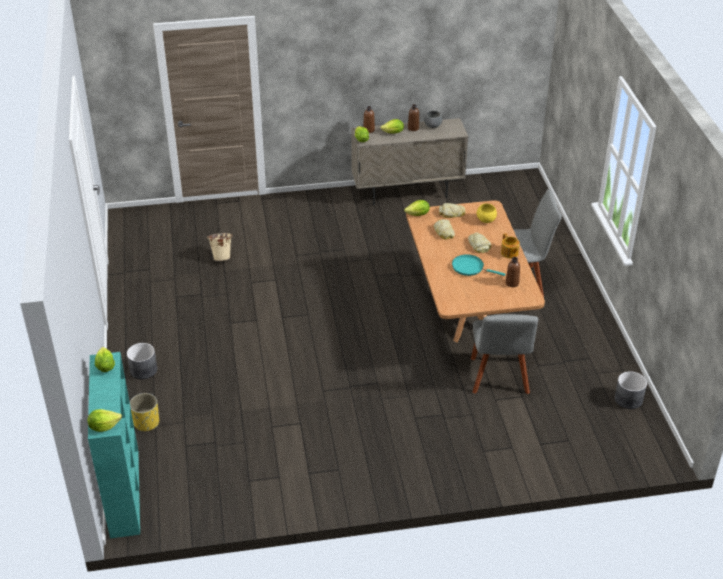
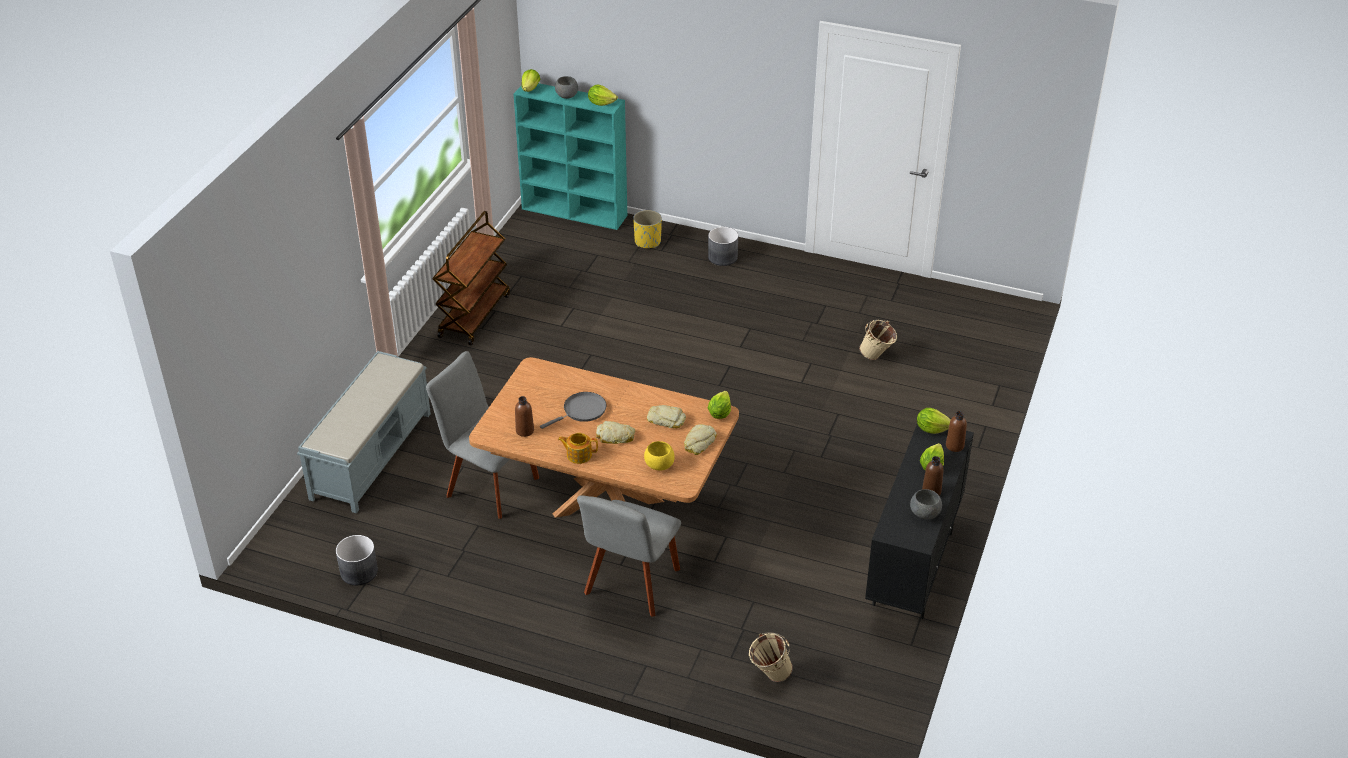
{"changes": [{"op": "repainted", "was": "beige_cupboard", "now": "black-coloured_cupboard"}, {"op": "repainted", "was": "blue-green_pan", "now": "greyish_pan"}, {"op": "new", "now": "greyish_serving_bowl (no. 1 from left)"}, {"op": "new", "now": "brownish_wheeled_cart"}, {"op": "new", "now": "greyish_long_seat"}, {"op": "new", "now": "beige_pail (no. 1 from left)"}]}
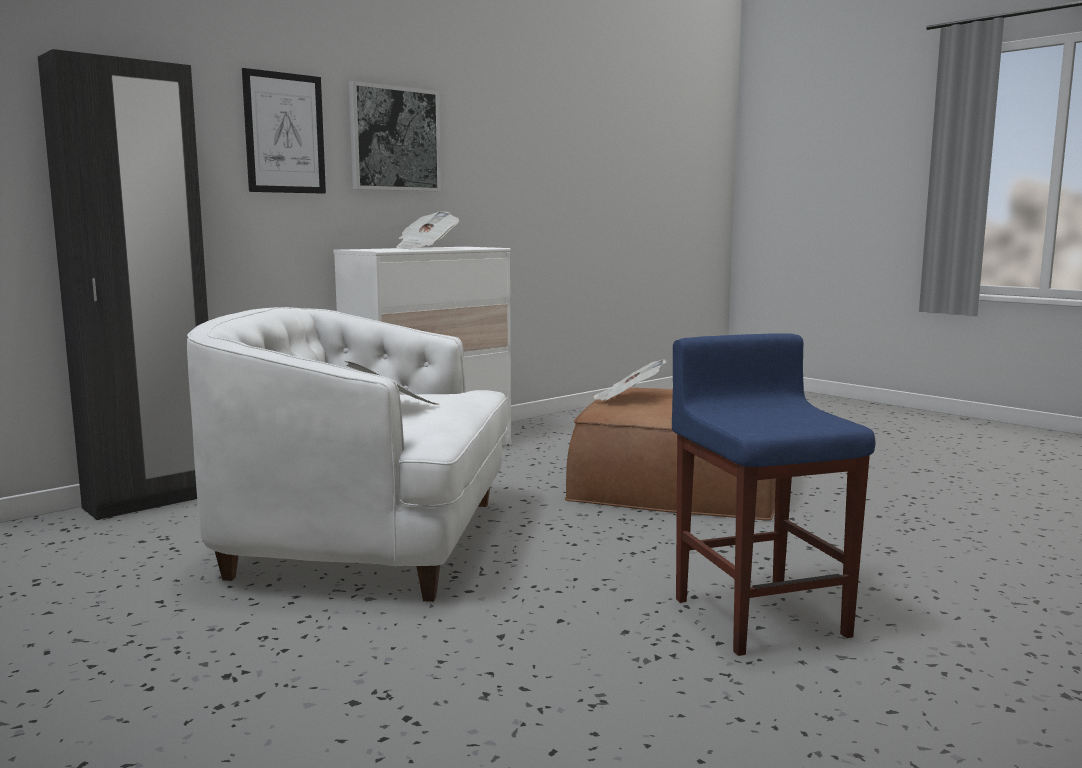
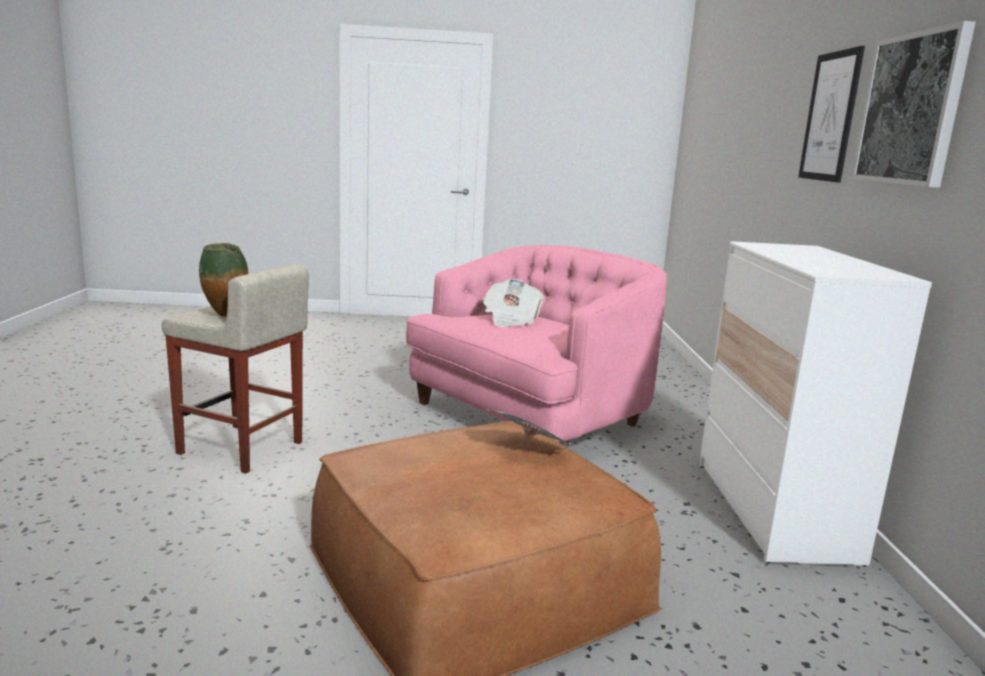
{"changes": [{"op": "gone", "was": "black-coloured_armoire"}, {"op": "gone", "was": "daily_paper (no. 2 from left)"}, {"op": "repainted", "was": "whitish_easy_chair", "now": "pink_easy_chair"}, {"op": "repainted", "was": "blue_stool_seat", "now": "beige_stool_seat"}, {"op": "new", "now": "flower_vase"}]}
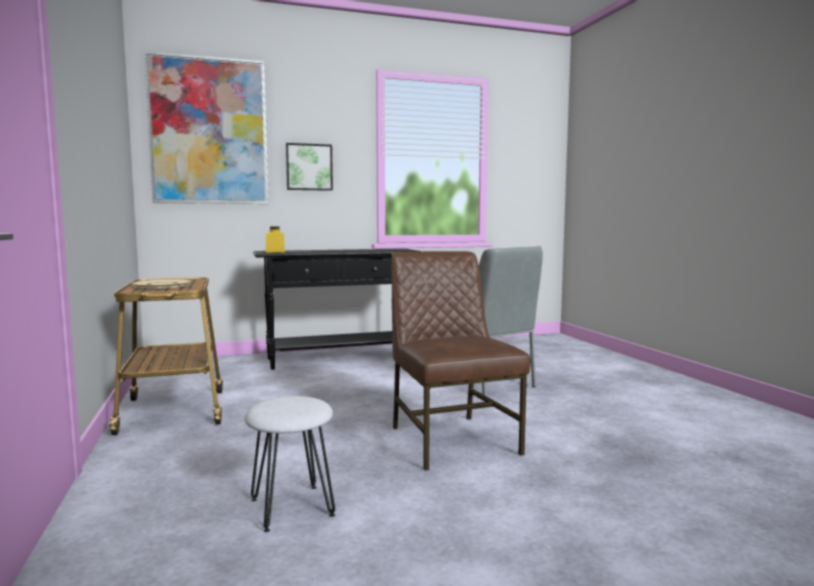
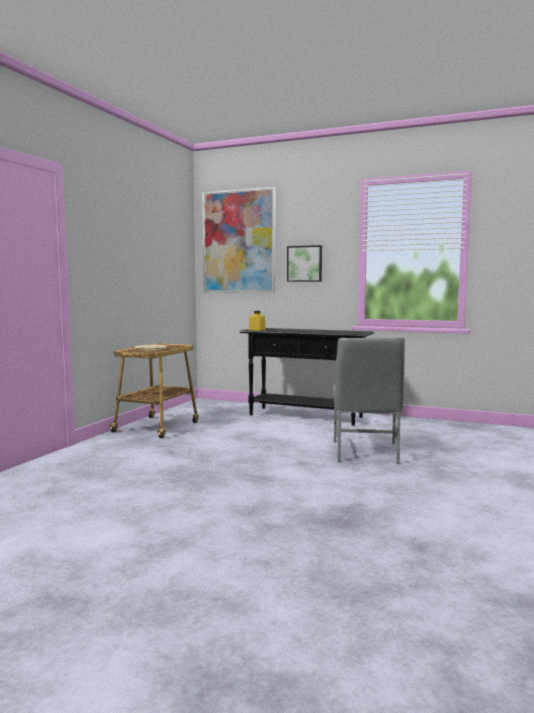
{"changes": [{"op": "gone", "was": "brownish_plain_chair"}, {"op": "gone", "was": "whitish_stool_seat"}]}
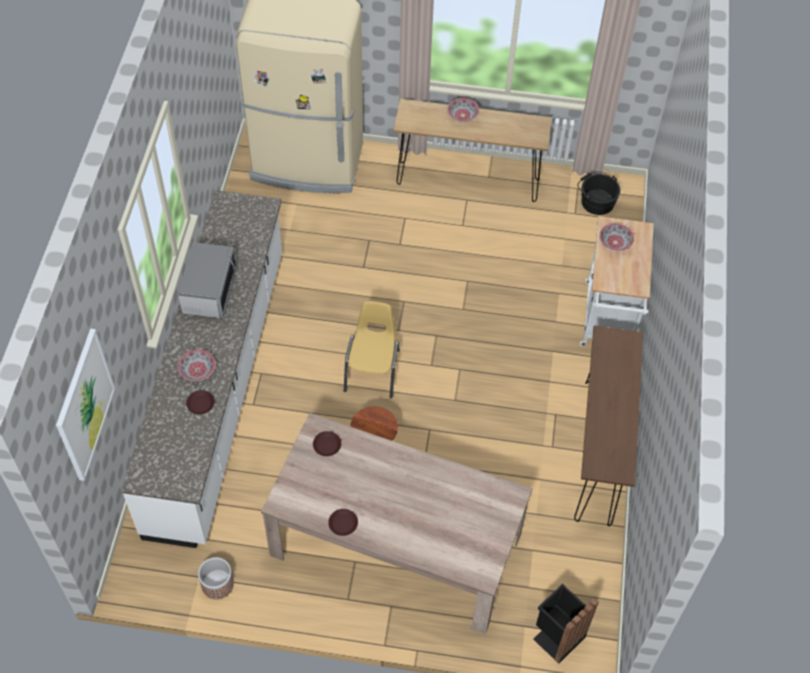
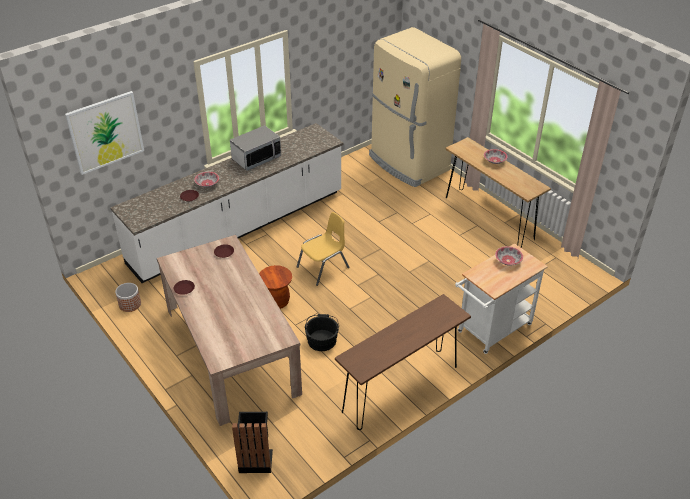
{"changes": [{"op": "shifted", "was": "black-coloured_pail"}]}
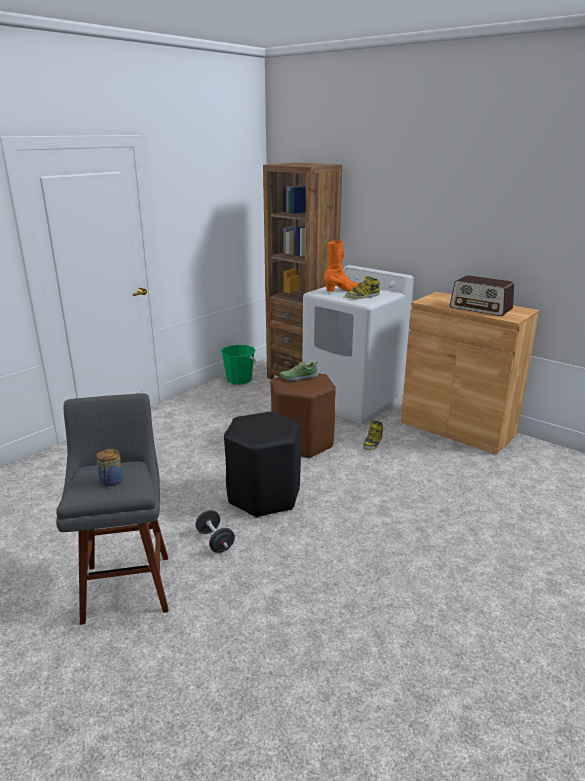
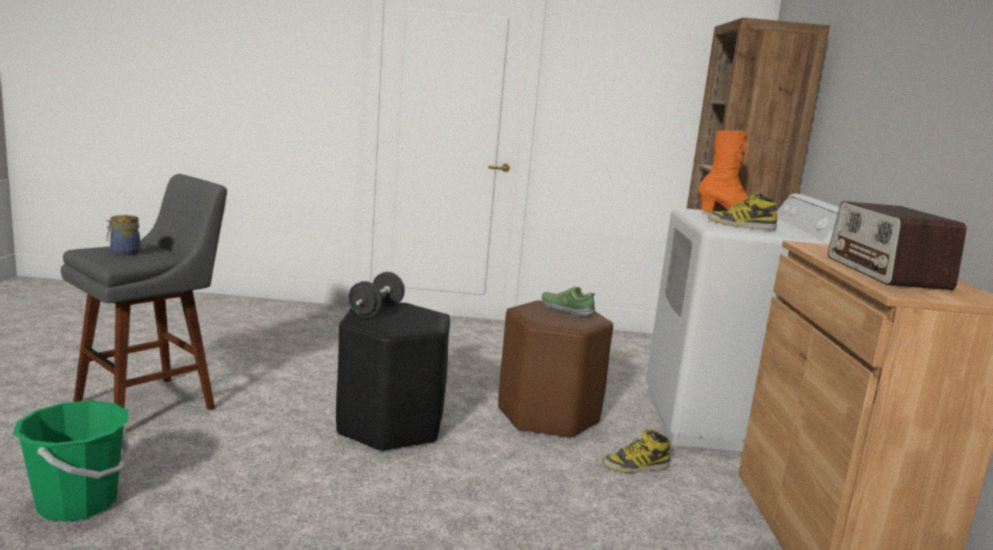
{"changes": [{"op": "shifted", "was": "green-coloured_pail"}, {"op": "shifted", "was": "black-coloured_free_weight"}]}
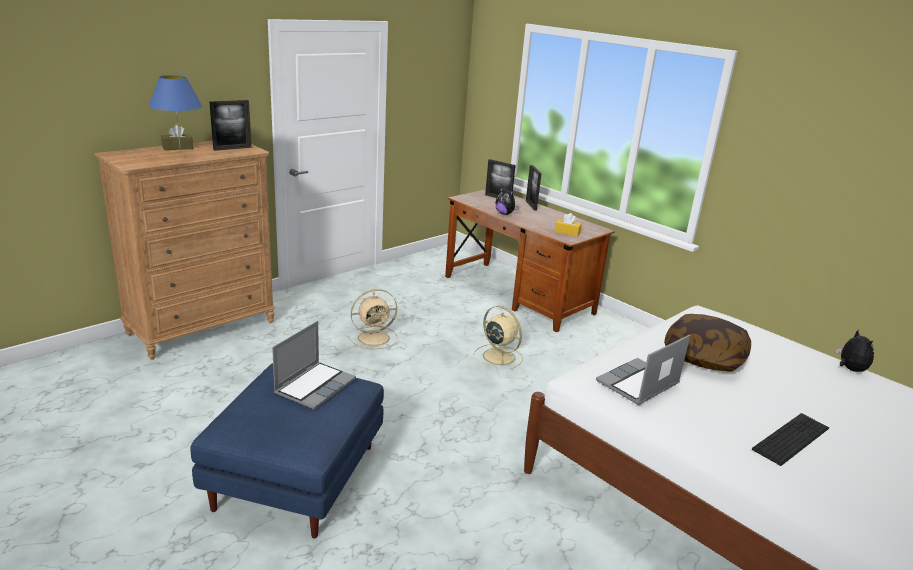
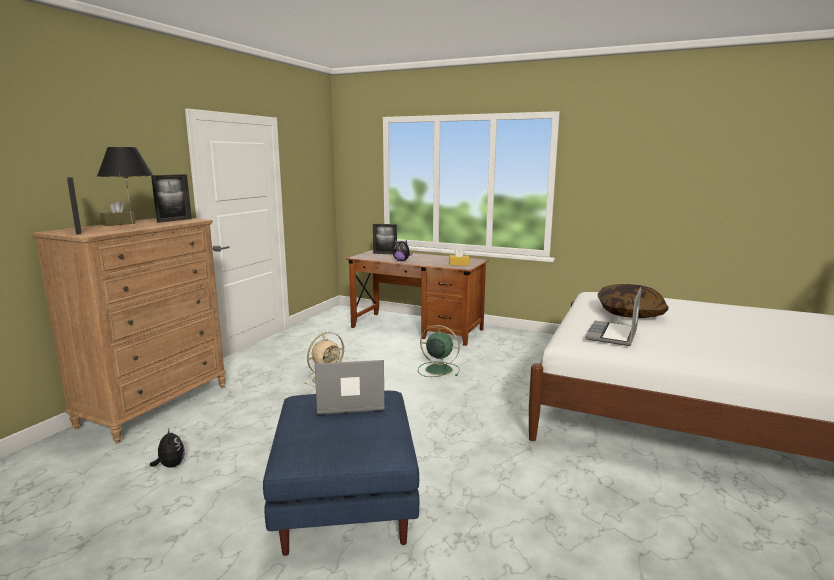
{"changes": [{"op": "repainted", "was": "blue_lamp_for_a_table", "now": "black-coloured_lamp_for_a_table"}, {"op": "shifted", "was": "picture_frame (no. 3 from left in the first image)", "now": "picture_frame (no. 1 from left)"}, {"op": "repainted", "was": "beige_cooling_fan (no. 2 from left)", "now": "green-coloured_cooling_fan"}, {"op": "rotated", "was": "notebook_computer (no. 1 from left)", "clockwise": -105}, {"op": "shifted", "was": "plush_toy (no. 2 from left in the first image)", "now": "plush_toy (no. 1 from left)"}, {"op": "gone", "was": "keyboard"}]}
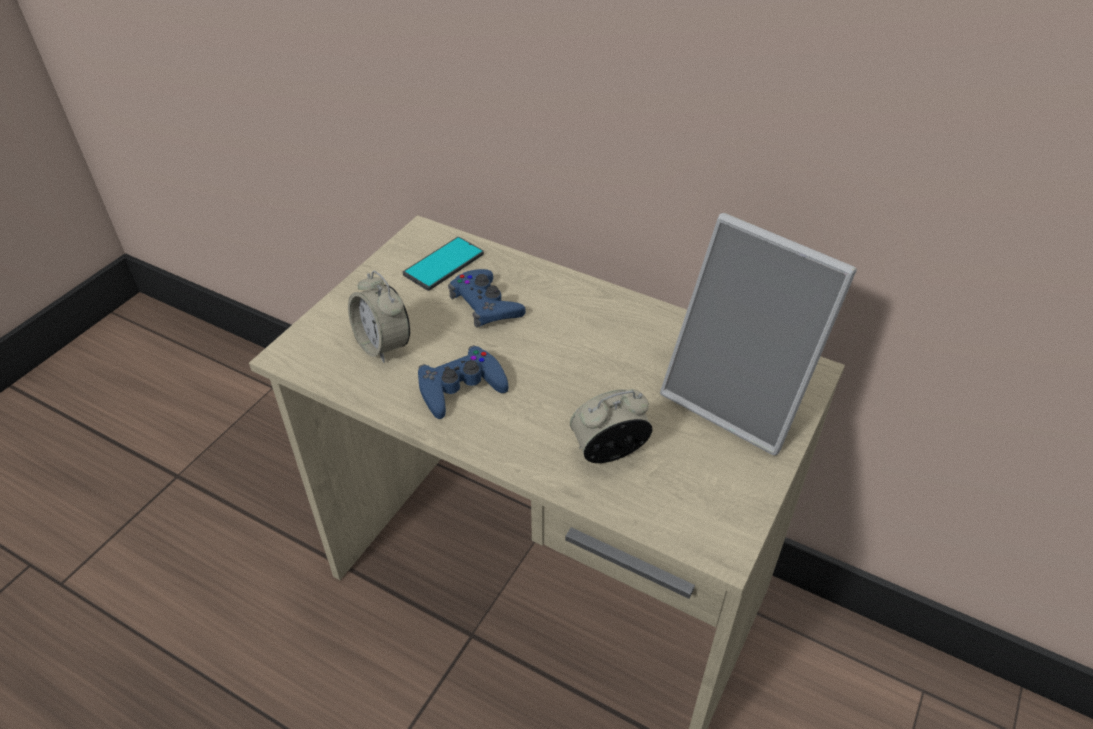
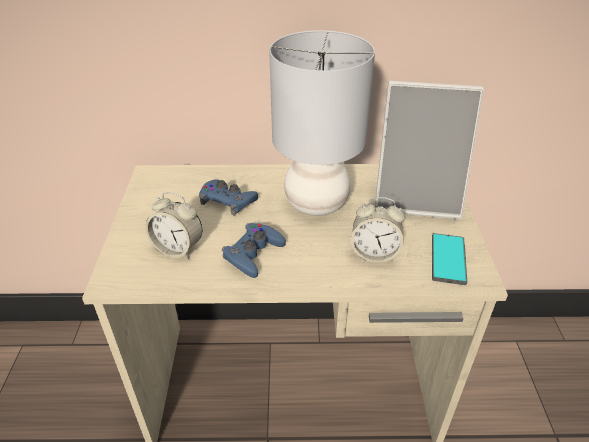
{"changes": [{"op": "shifted", "was": "telephone"}, {"op": "rotated", "was": "table_clock (no. 2 from left)", "clockwise": -120}, {"op": "new", "now": "greyish_lamp_for_a_table"}]}
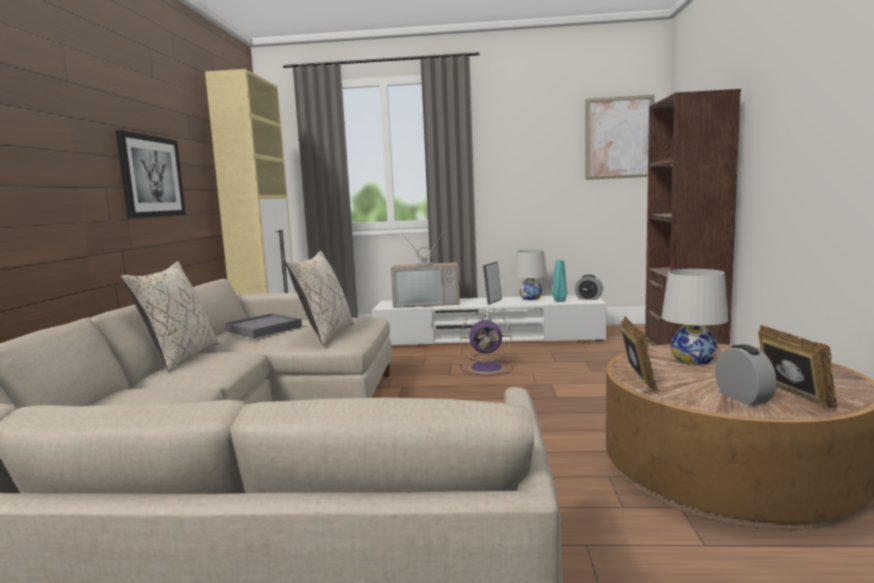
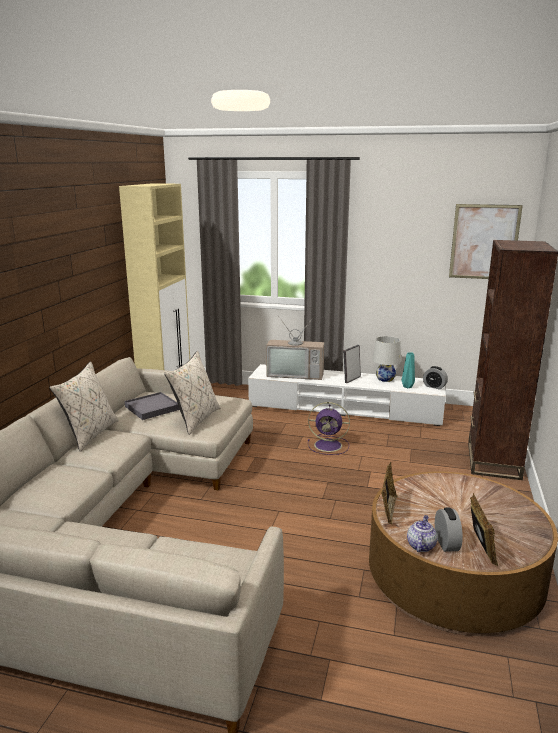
{"changes": [{"op": "gone", "was": "picture (no. 1 from left)"}, {"op": "gone", "was": "whitish_lamp_for_a_table (no. 2 from left)"}, {"op": "new", "now": "tea_pot"}]}
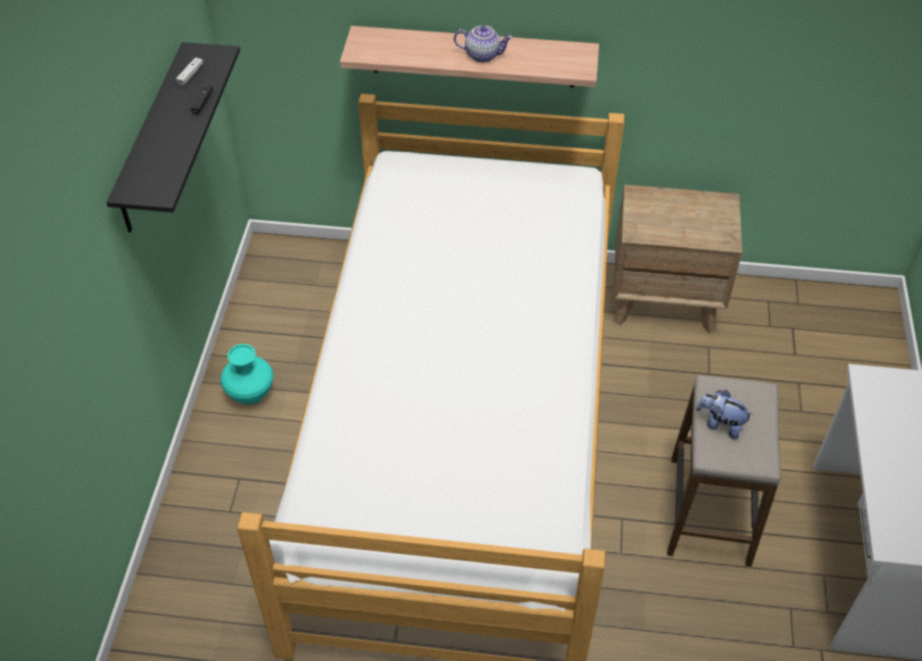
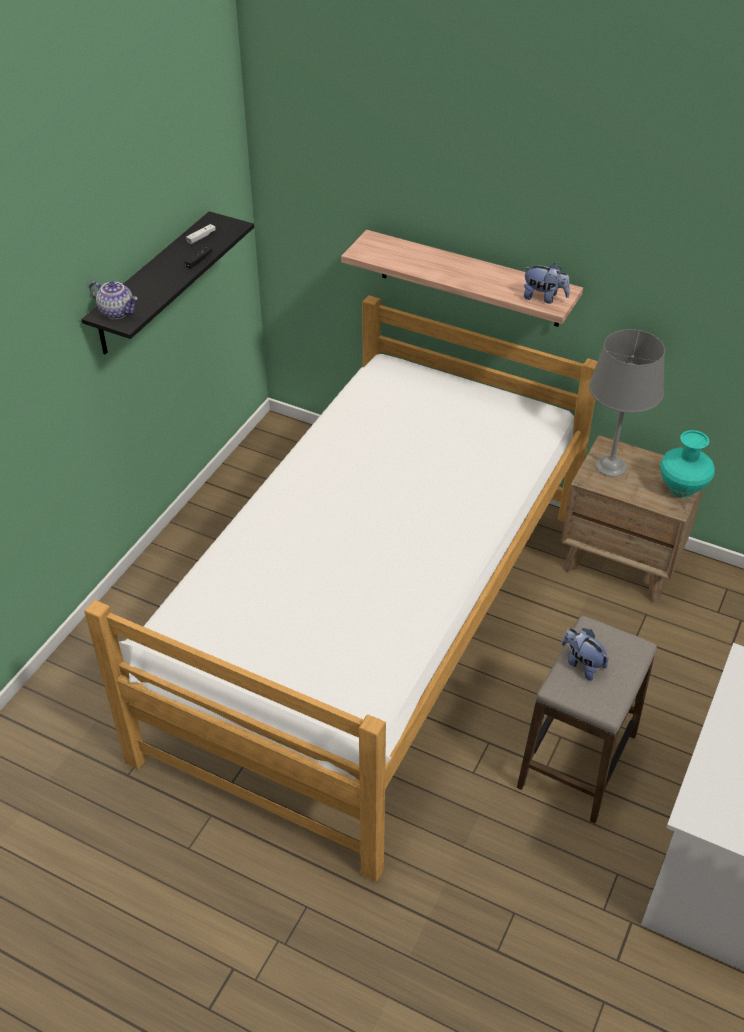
{"changes": [{"op": "shifted", "was": "tea_pot"}, {"op": "shifted", "was": "blue-green_flower_vase"}, {"op": "new", "now": "plush_toy (no. 1 from left)"}, {"op": "new", "now": "greyish_lamp_for_a_table"}]}
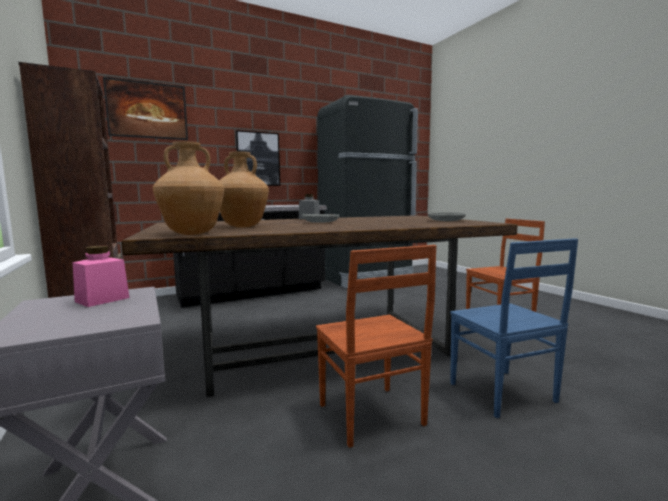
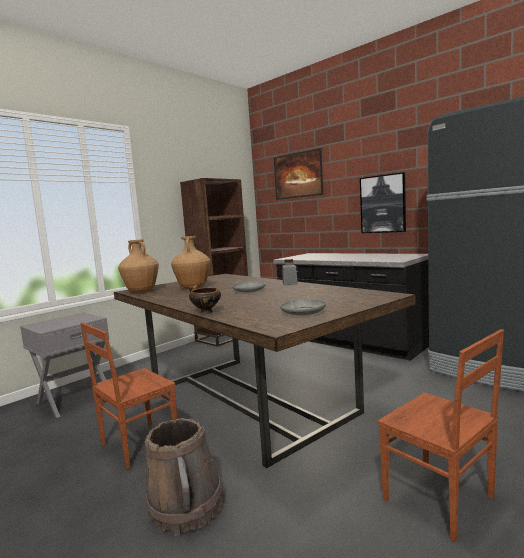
{"changes": [{"op": "swapped", "was": "blue_plain_chair", "now": "brownish_pail"}, {"op": "gone", "was": "pink_jar"}, {"op": "new", "now": "serving_bowl"}]}
